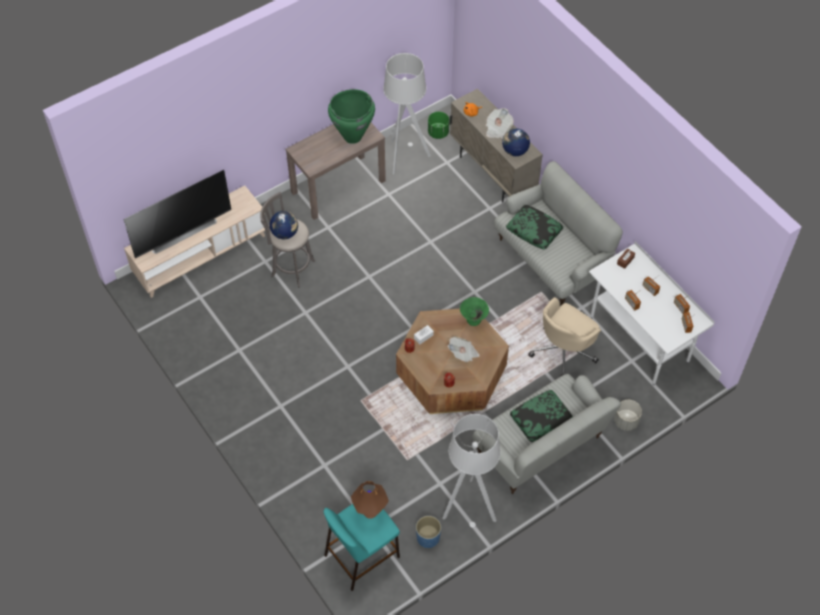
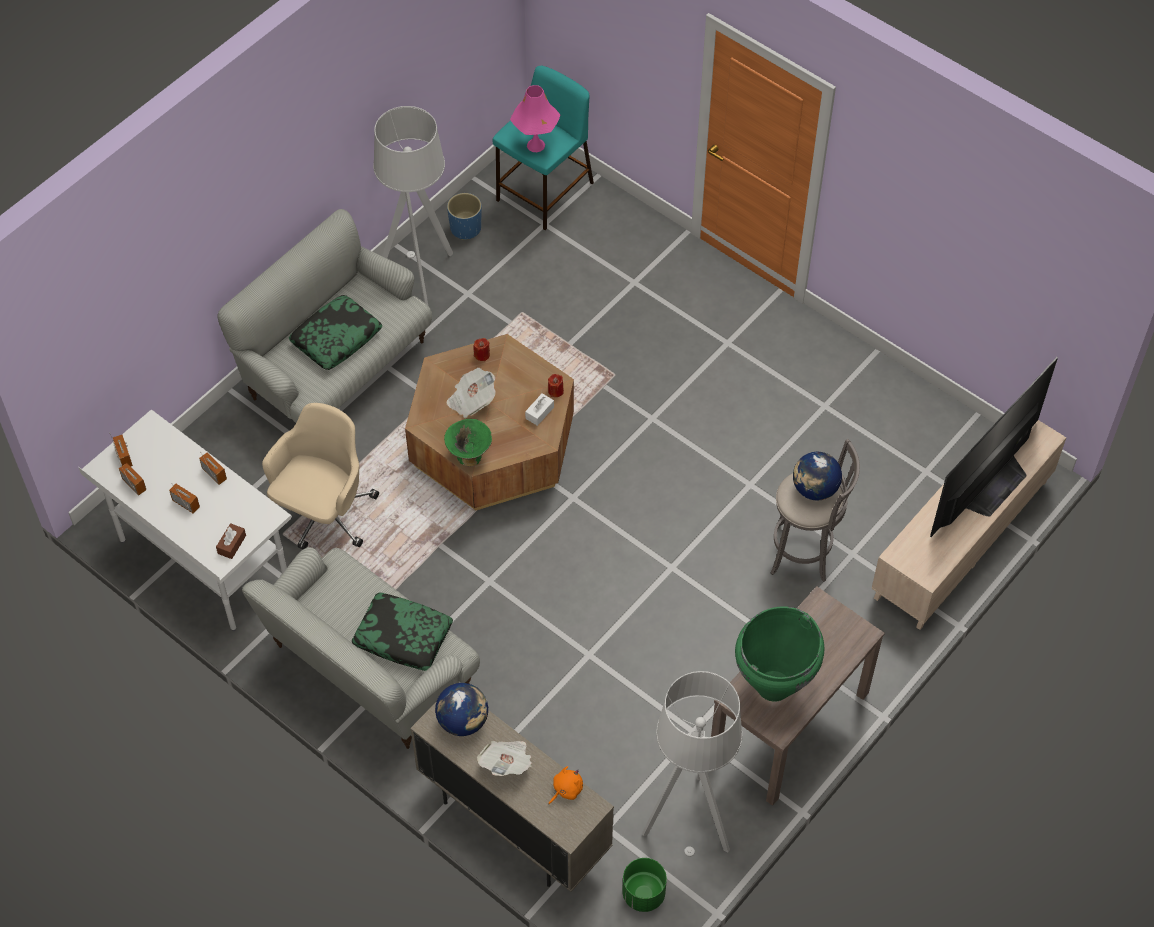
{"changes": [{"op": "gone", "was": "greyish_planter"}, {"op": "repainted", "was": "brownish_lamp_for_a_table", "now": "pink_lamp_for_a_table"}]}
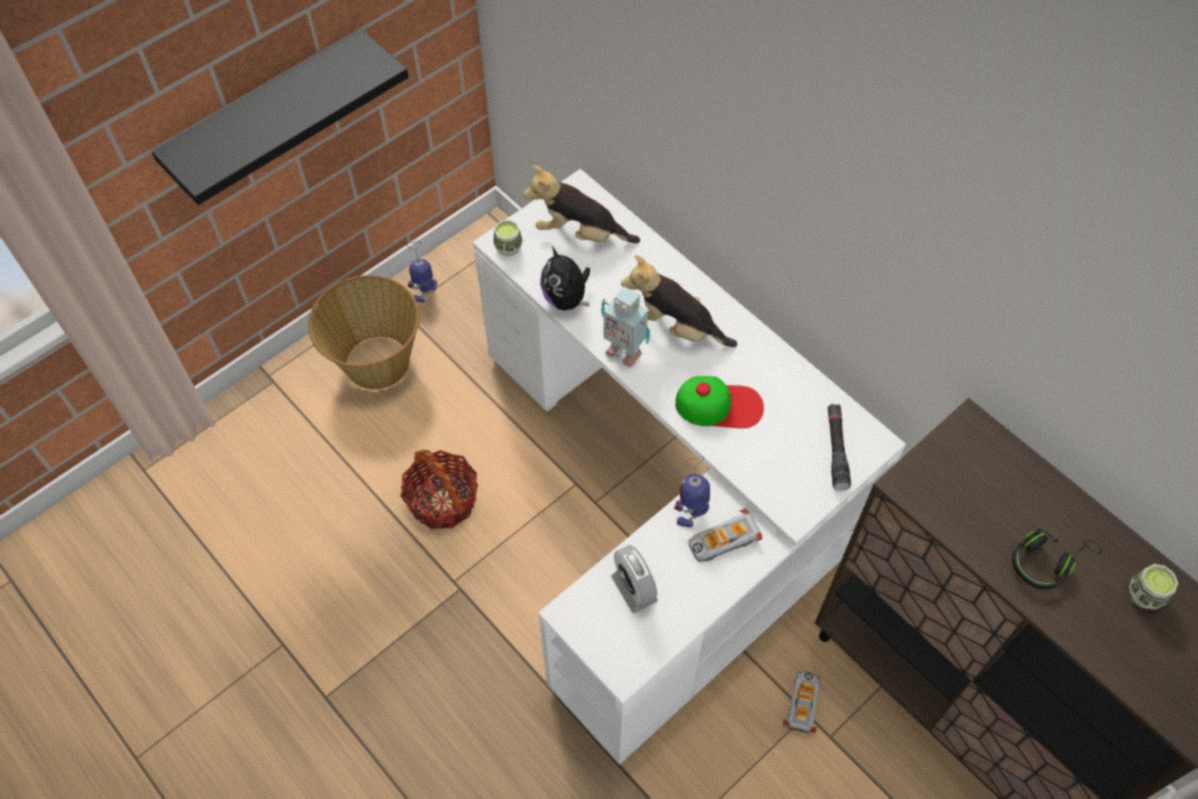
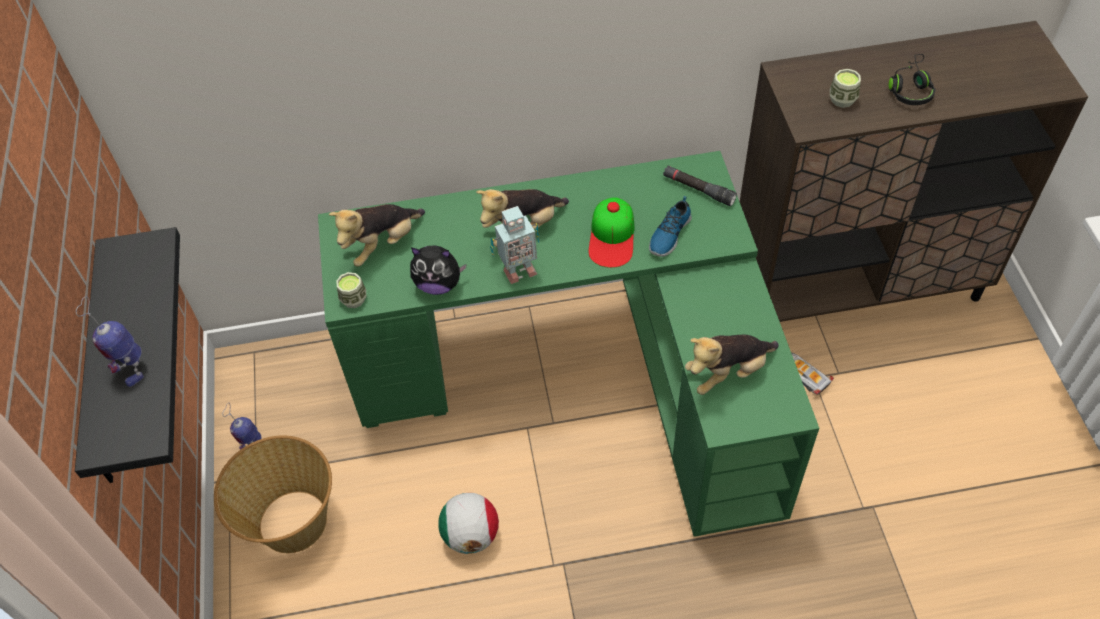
{"changes": [{"op": "repainted", "was": "whitish_desk", "now": "green-coloured_desk"}, {"op": "rotated", "was": "baseball_cap", "clockwise": 150}, {"op": "swapped", "was": "household_basket (no. 2 from left)", "now": "football"}, {"op": "shifted", "was": "toy_robot (no. 3 from left in the first image)", "now": "toy_robot (no. 1 from left)"}, {"op": "gone", "was": "model_car (no. 1 from left)"}, {"op": "swapped", "was": "table_clock", "now": "plush_toy (no. 4 from left)"}, {"op": "shifted", "was": "small_cup (no. 2 from left)"}, {"op": "new", "now": "low_shoe"}]}
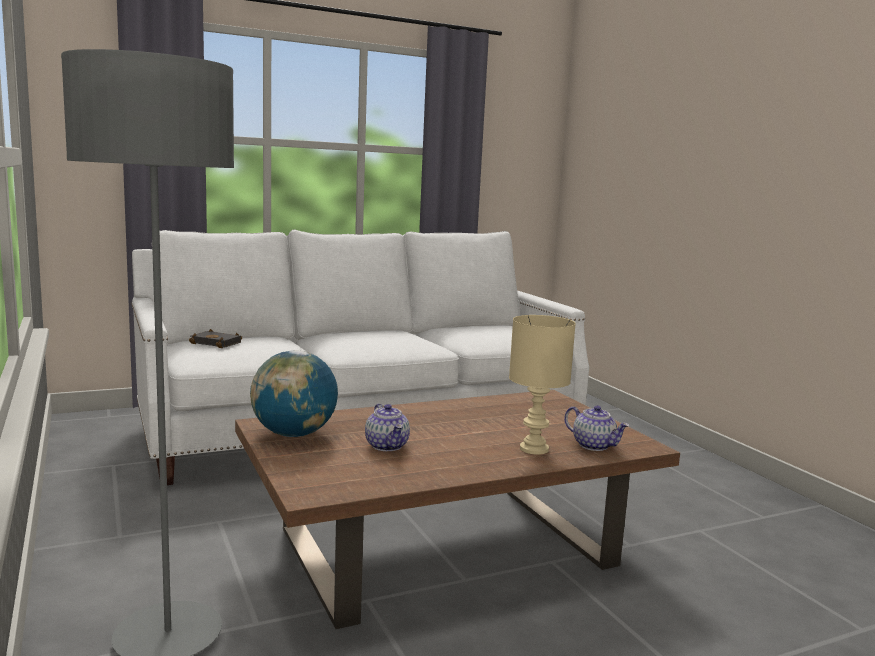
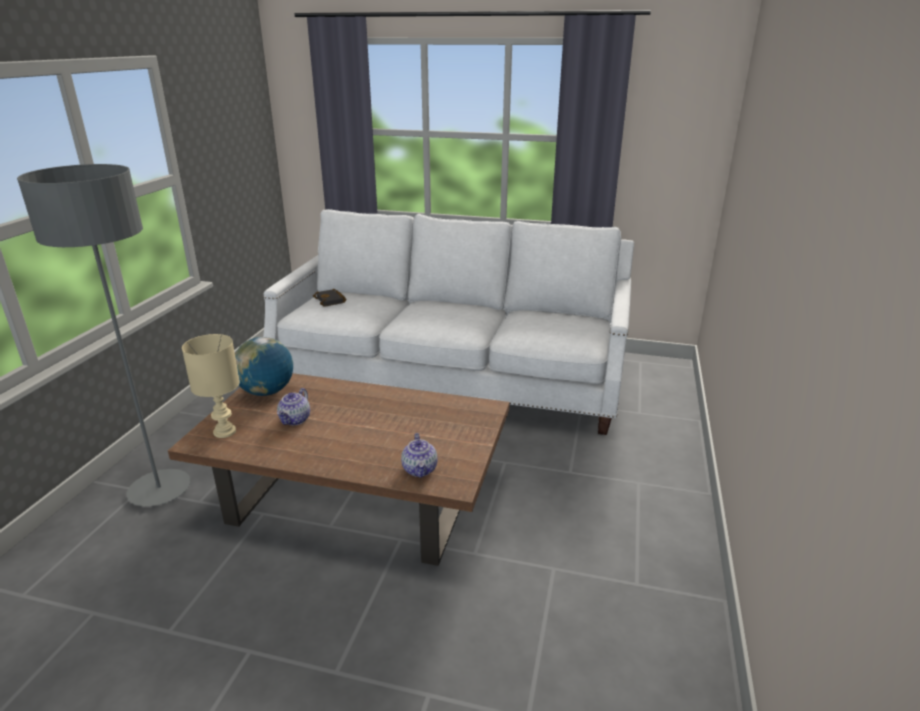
{"changes": [{"op": "shifted", "was": "beige_lamp_for_a_table"}]}
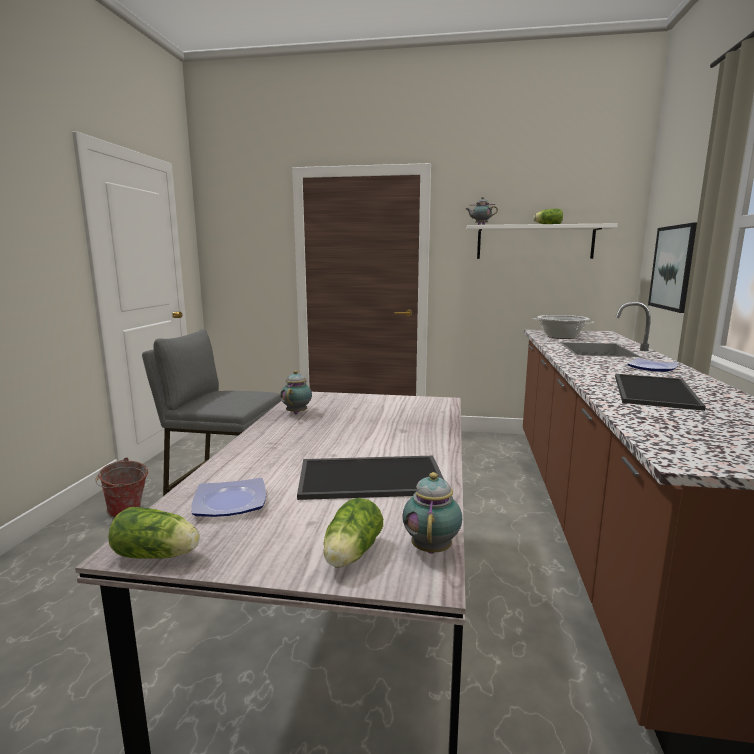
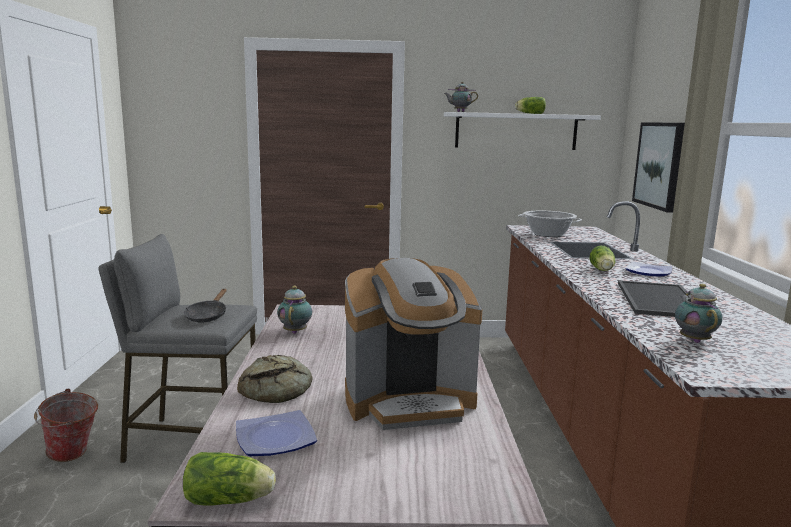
{"changes": [{"op": "swapped", "was": "tray (no. 1 from left)", "now": "coffee_machine"}, {"op": "shifted", "was": "tea_pot (no. 2 from left in the first image)", "now": "tea_pot (no. 3 from left)"}, {"op": "shifted", "was": "lettuce_head (no. 2 from left in the first image)", "now": "lettuce_head (no. 3 from left)"}, {"op": "new", "now": "black-coloured_pan"}, {"op": "new", "now": "bakery_bread"}]}
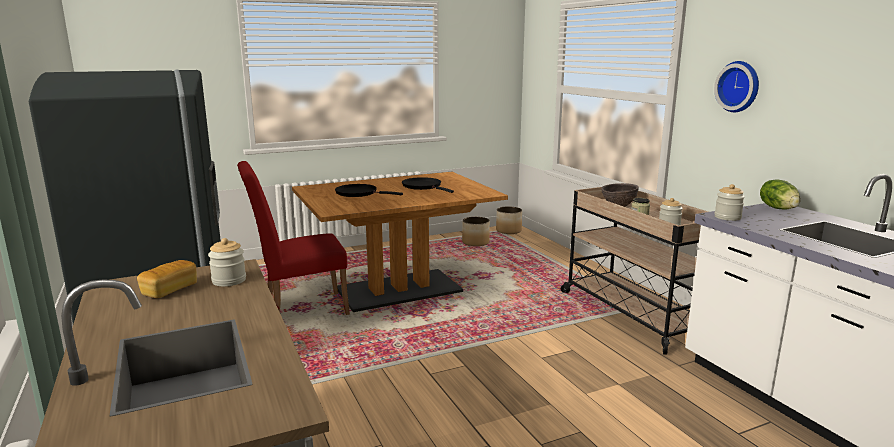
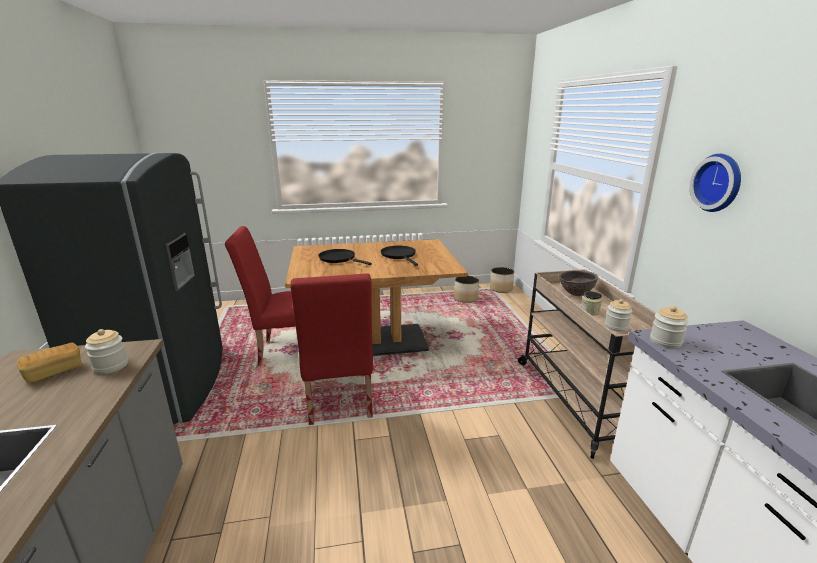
{"changes": [{"op": "gone", "was": "lettuce_head"}, {"op": "new", "now": "red-coloured_plain_chair (no. 2 from left)"}]}
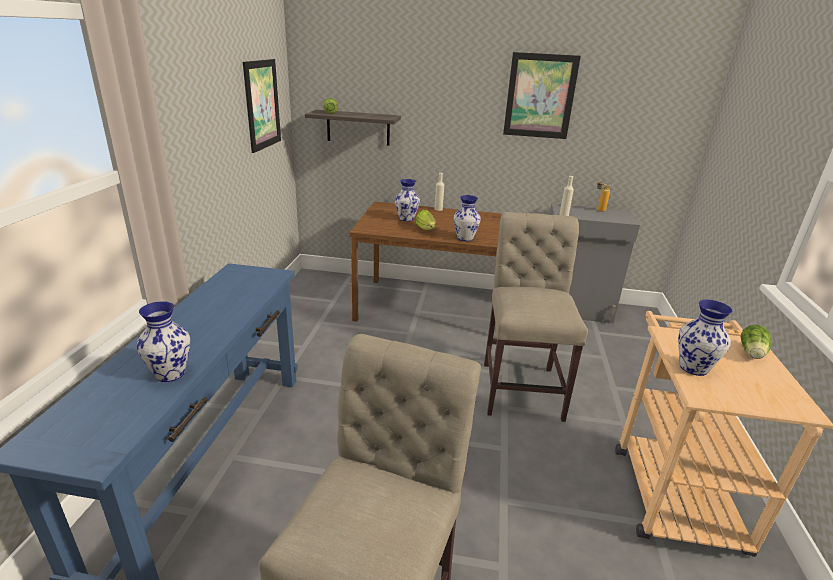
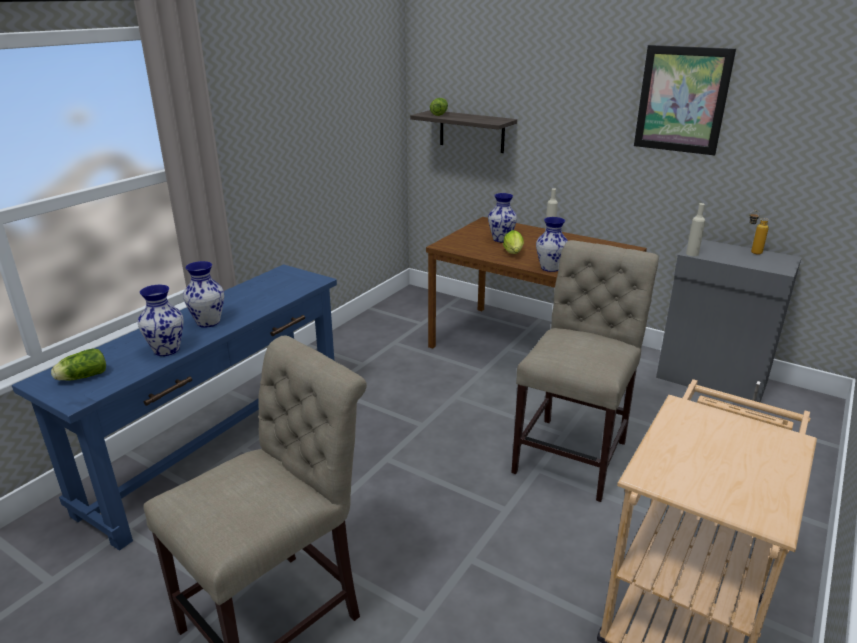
{"changes": [{"op": "gone", "was": "picture (no. 1 from left)"}, {"op": "shifted", "was": "flower_vase (no. 4 from left in the first image)", "now": "flower_vase (no. 2 from left)"}, {"op": "shifted", "was": "lettuce_head (no. 3 from left in the first image)", "now": "lettuce_head (no. 1 from left)"}]}
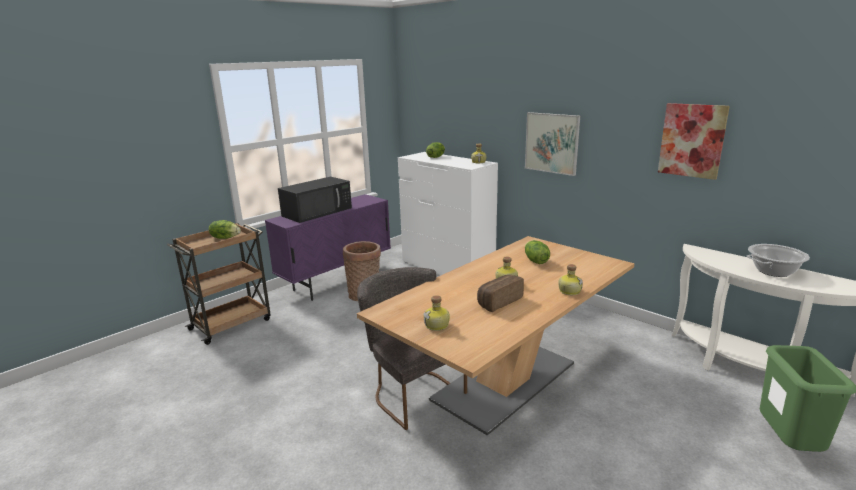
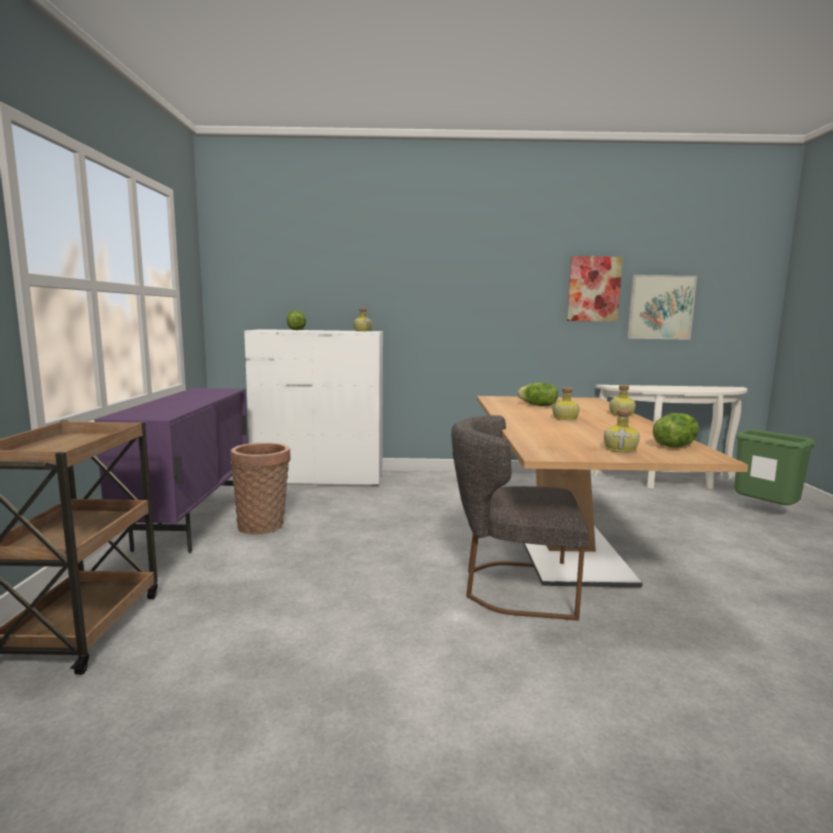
{"changes": [{"op": "shifted", "was": "picture (no. 1 from left in the first image)", "now": "picture (no. 2 from left)"}, {"op": "gone", "was": "black-coloured_microwave"}, {"op": "shifted", "was": "lettuce_head (no. 1 from left in the first image)", "now": "lettuce_head (no. 3 from left)"}, {"op": "gone", "was": "stockpot"}, {"op": "gone", "was": "bakery_bread"}]}
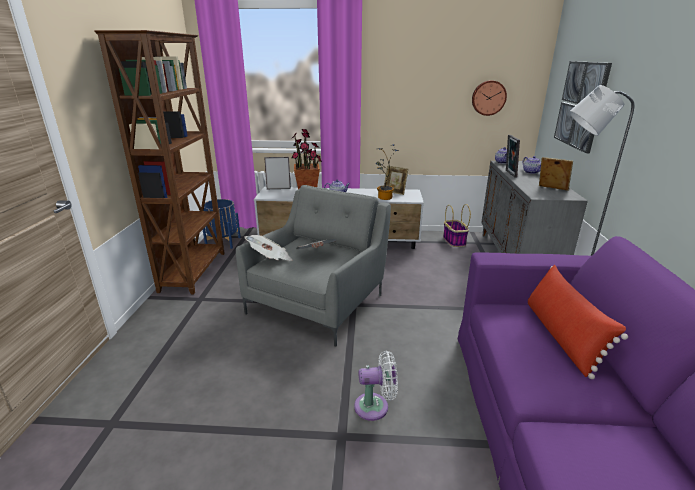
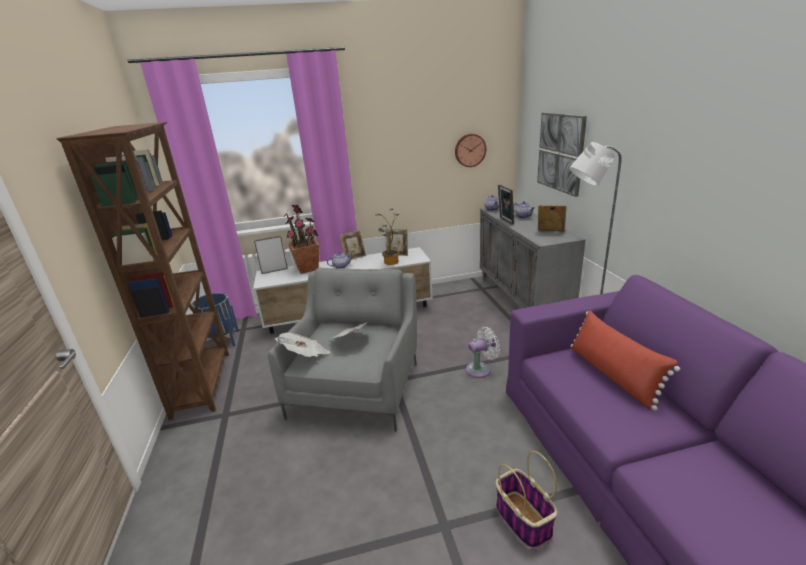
{"changes": [{"op": "shifted", "was": "household_basket"}, {"op": "shifted", "was": "whitish_cooling_fan"}, {"op": "new", "now": "picture_frame (no. 2 from left)"}]}
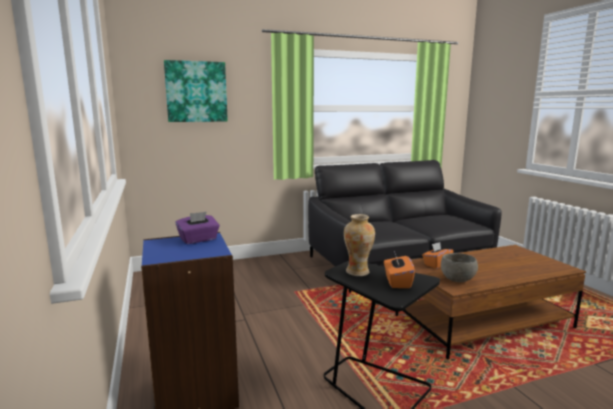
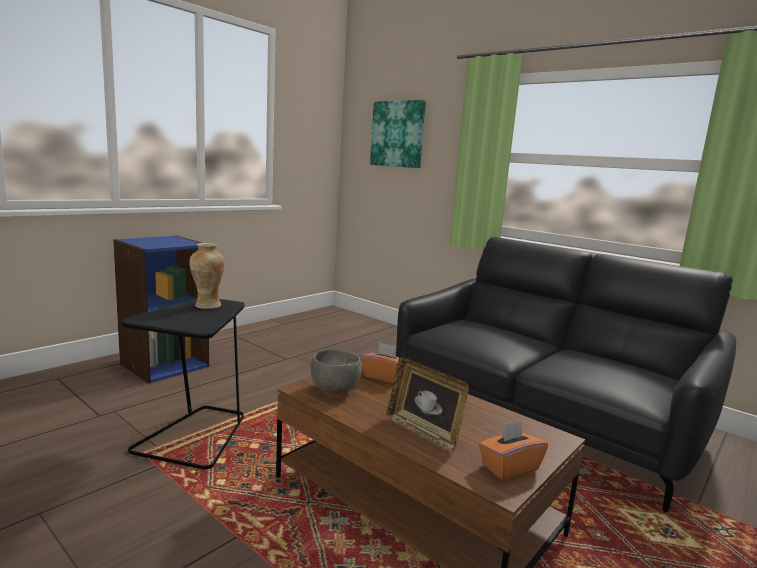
{"changes": [{"op": "gone", "was": "purplish_box_of_tissues"}, {"op": "shifted", "was": "orange-coloured_box_of_tissues (no. 1 from left in the first image)", "now": "orange-coloured_box_of_tissues (no. 2 from left)"}, {"op": "new", "now": "picture_frame"}]}
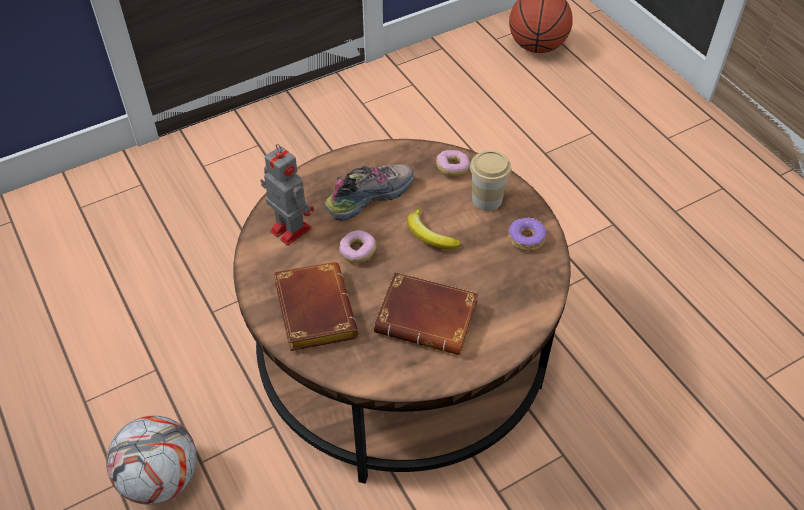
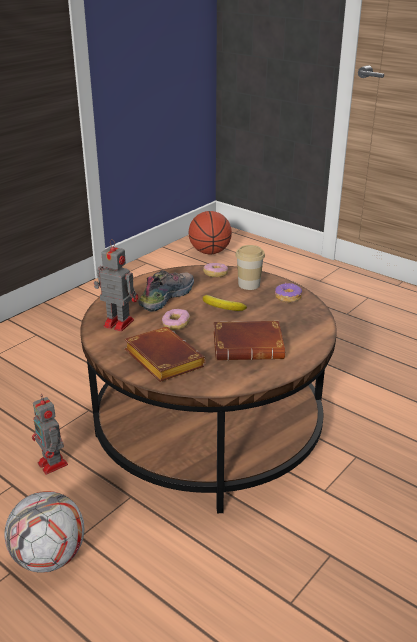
{"changes": [{"op": "new", "now": "toy_robot (no. 1 from left)"}]}
